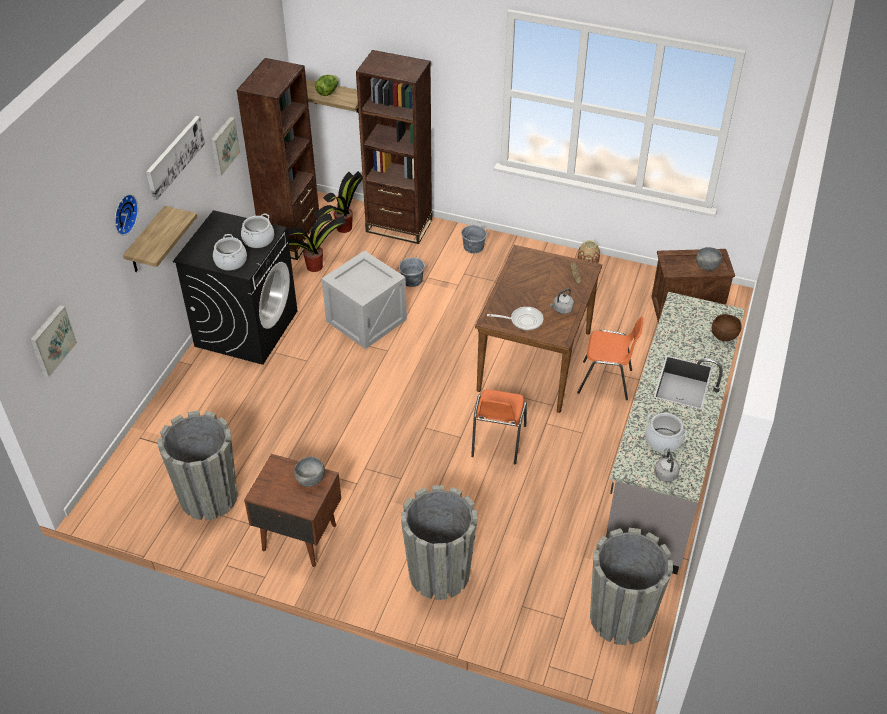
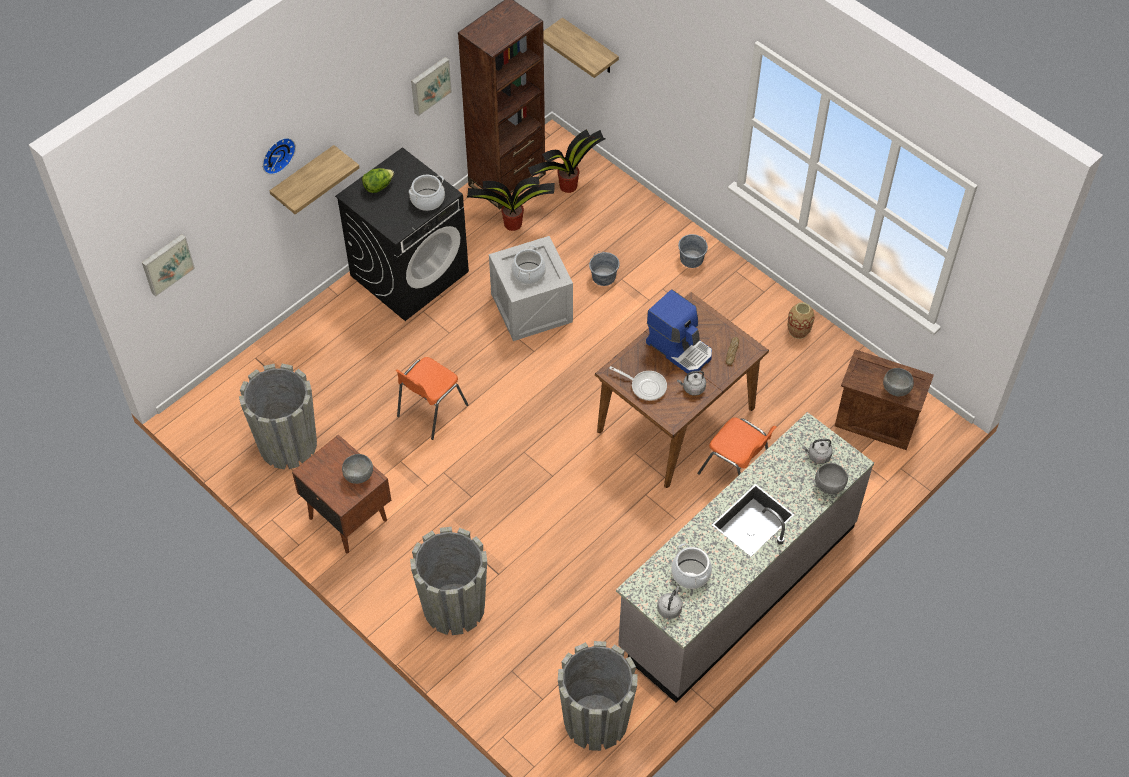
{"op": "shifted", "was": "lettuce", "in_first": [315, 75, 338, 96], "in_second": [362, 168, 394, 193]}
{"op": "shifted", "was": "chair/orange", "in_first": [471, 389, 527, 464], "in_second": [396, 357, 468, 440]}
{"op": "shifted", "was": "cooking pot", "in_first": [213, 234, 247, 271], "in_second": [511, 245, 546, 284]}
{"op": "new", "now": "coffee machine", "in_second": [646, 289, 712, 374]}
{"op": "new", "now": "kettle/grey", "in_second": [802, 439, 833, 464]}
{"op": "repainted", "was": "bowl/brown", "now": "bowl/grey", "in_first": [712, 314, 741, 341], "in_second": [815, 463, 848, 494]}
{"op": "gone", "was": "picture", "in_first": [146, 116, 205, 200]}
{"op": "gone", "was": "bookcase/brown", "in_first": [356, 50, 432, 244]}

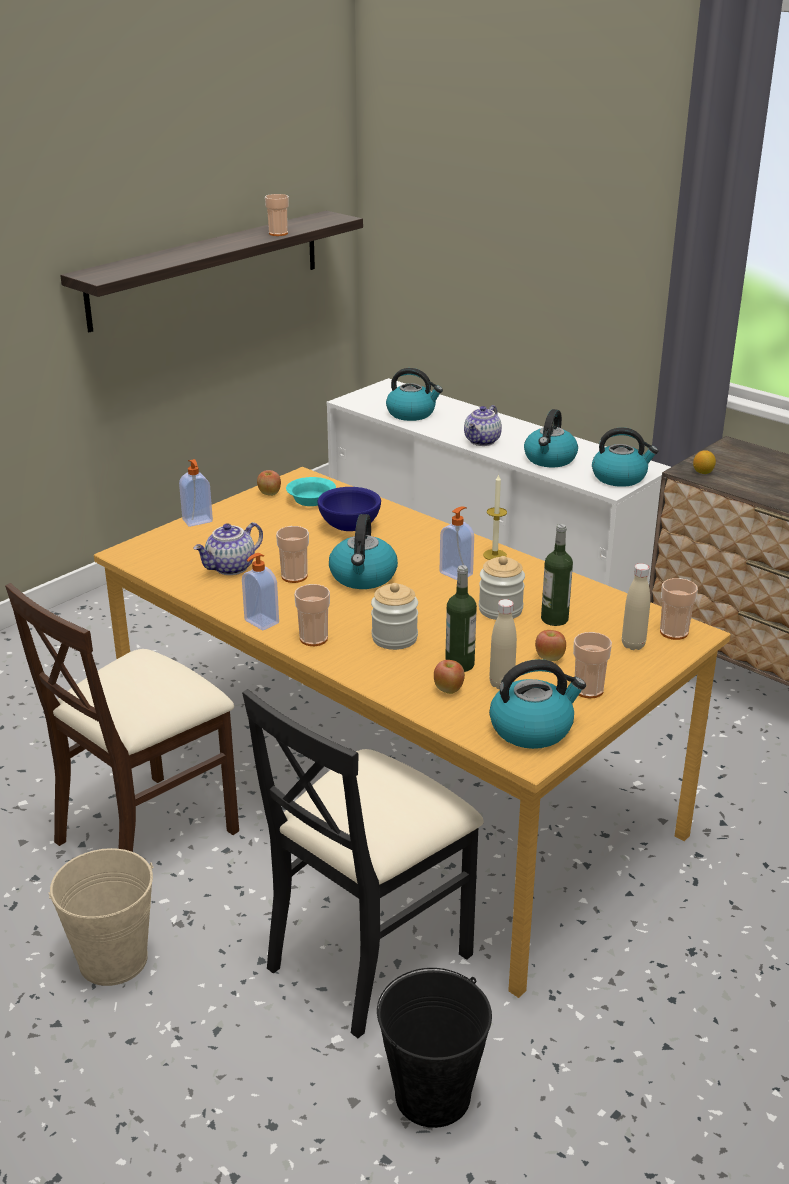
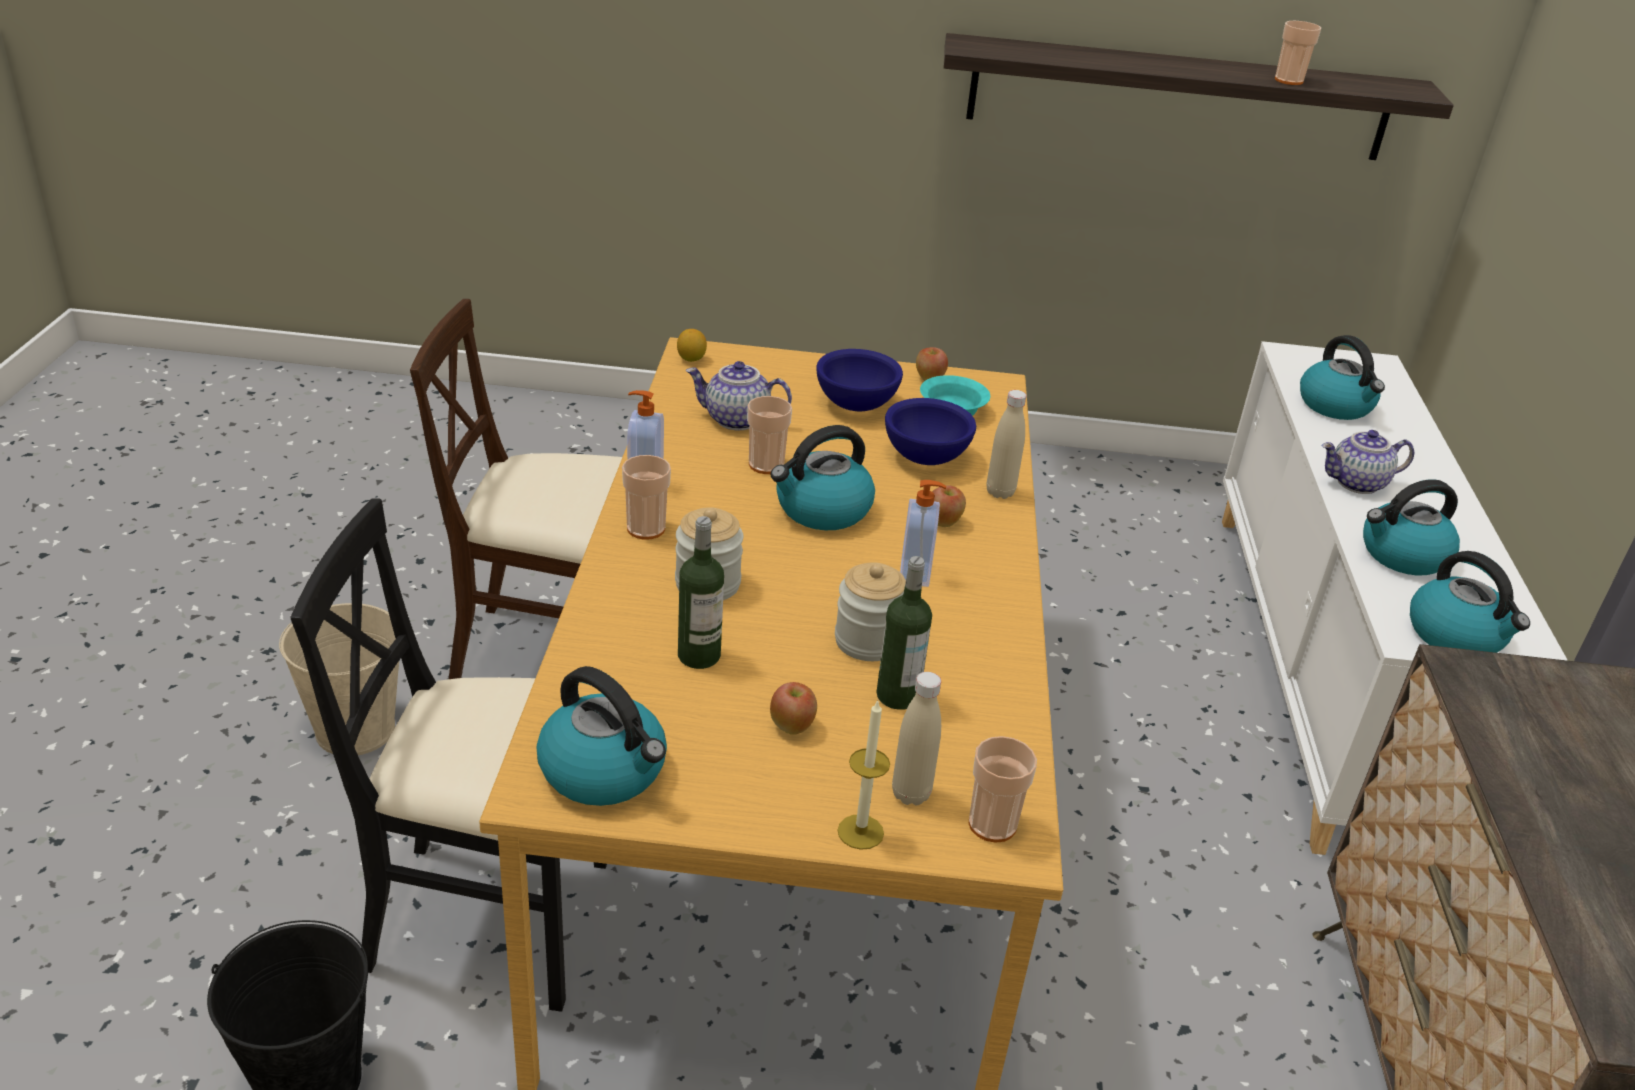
{"op": "shifted", "was": "lemon", "in_first": [693, 450, 716, 474], "in_second": [677, 329, 707, 362]}
{"op": "new", "now": "bowl/blue", "in_second": [816, 349, 903, 411]}
{"op": "shifted", "was": "candle", "in_first": [483, 474, 507, 560], "in_second": [837, 699, 890, 850]}
{"op": "shifted", "was": "apple", "in_first": [434, 660, 465, 694], "in_second": [932, 485, 966, 527]}
{"op": "shifted", "was": "bottle/beige", "in_first": [489, 599, 517, 689], "in_second": [987, 390, 1026, 499]}
{"op": "gone", "was": "soap dispenser", "in_first": [179, 459, 213, 527]}
{"op": "gone", "was": "cup", "in_first": [573, 632, 612, 698]}

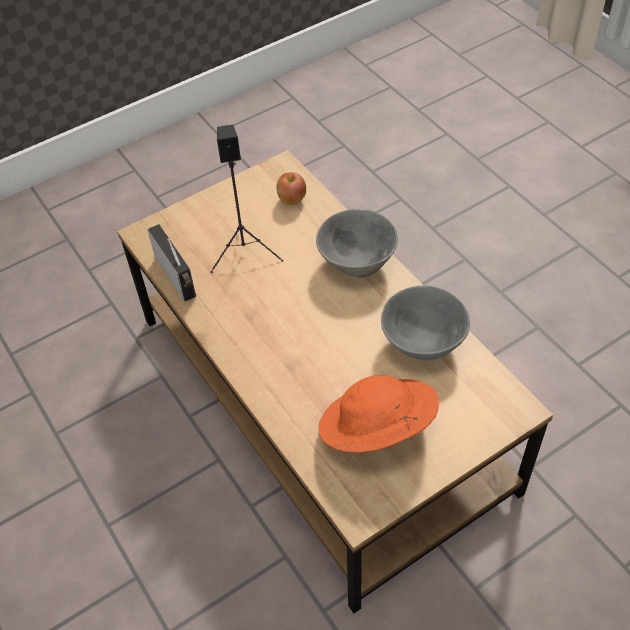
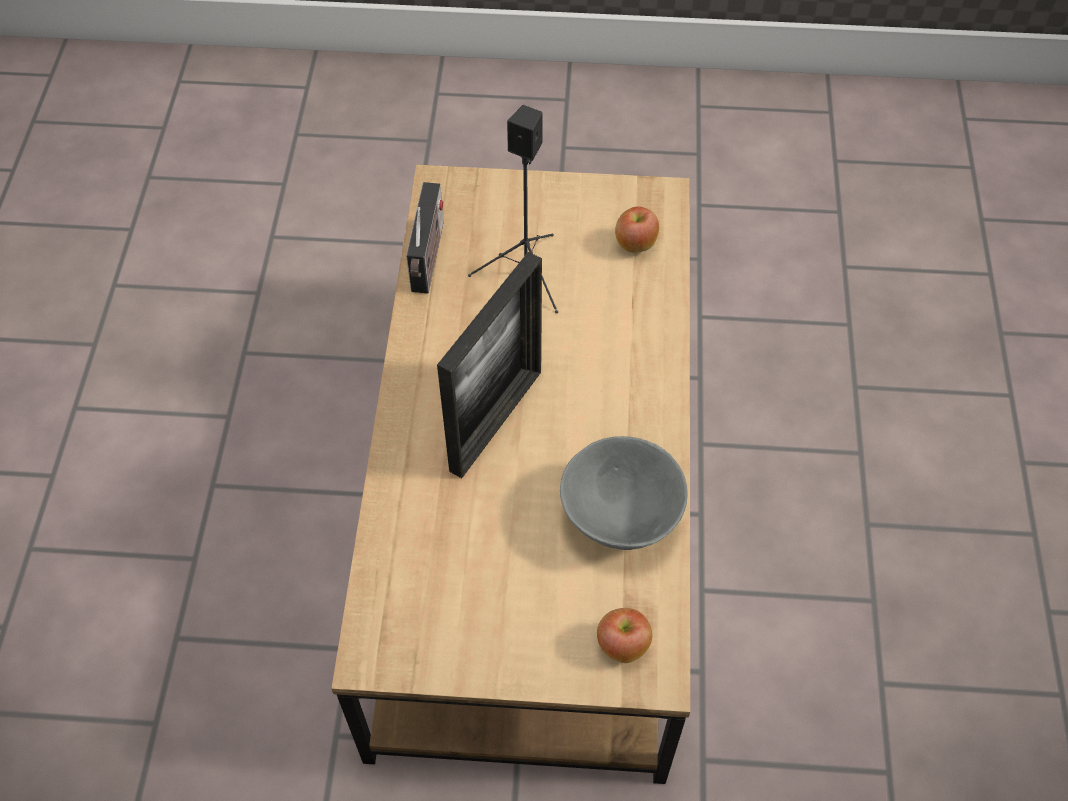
{"op": "new", "now": "picture frame", "in_second": [437, 252, 542, 478]}
{"op": "new", "now": "apple", "in_second": [597, 608, 652, 663]}
{"op": "gone", "was": "bowl/grey", "in_first": [316, 209, 398, 278]}
{"op": "gone", "was": "hat/orange", "in_first": [318, 375, 439, 453]}

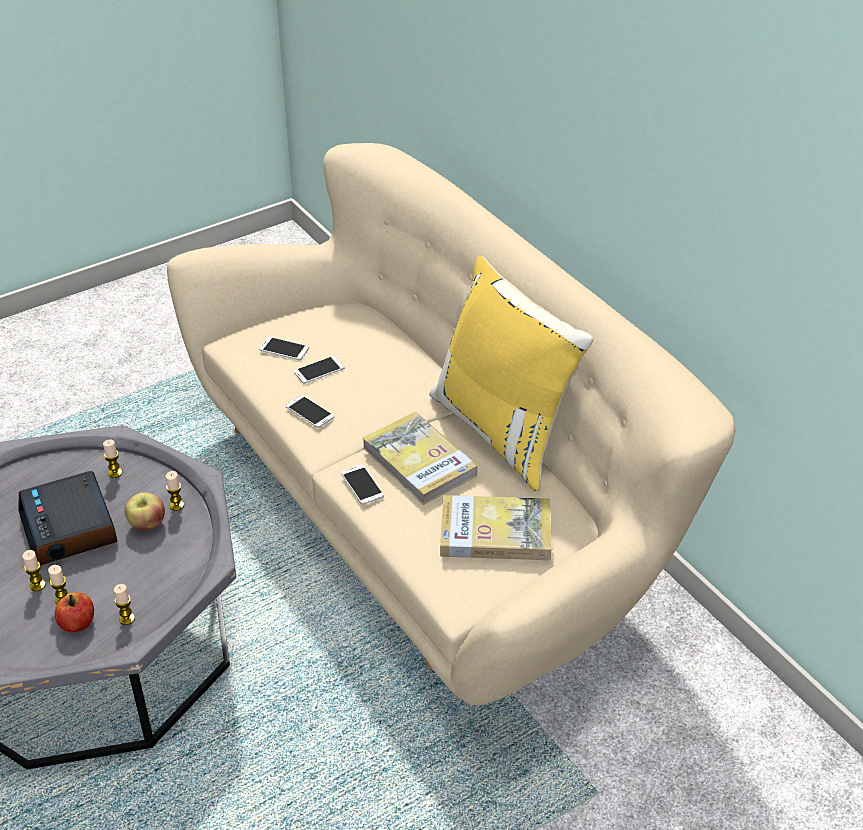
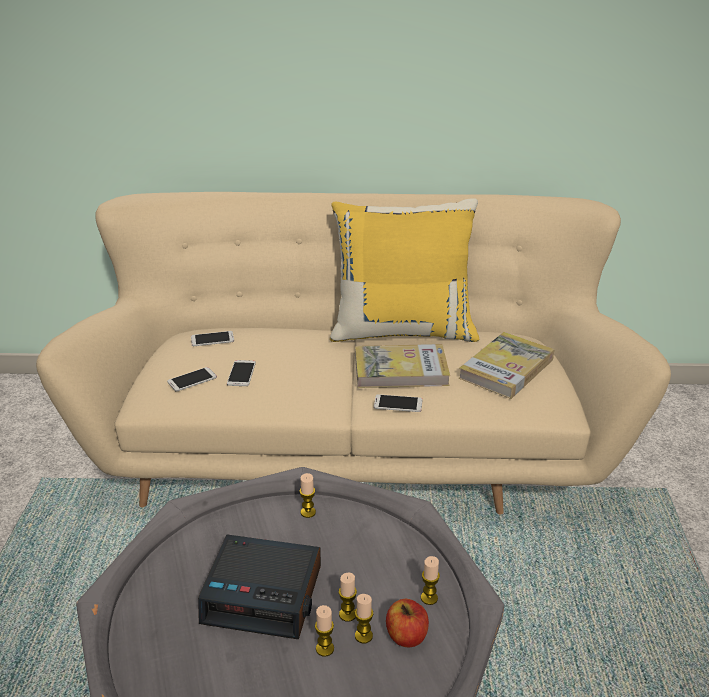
{"op": "shifted", "was": "phone", "in_first": [286, 395, 334, 428], "in_second": [191, 331, 234, 346]}
{"op": "shifted", "was": "candle", "in_first": [103, 440, 122, 478], "in_second": [339, 573, 357, 622]}
{"op": "gone", "was": "apple", "in_first": [124, 492, 165, 530]}

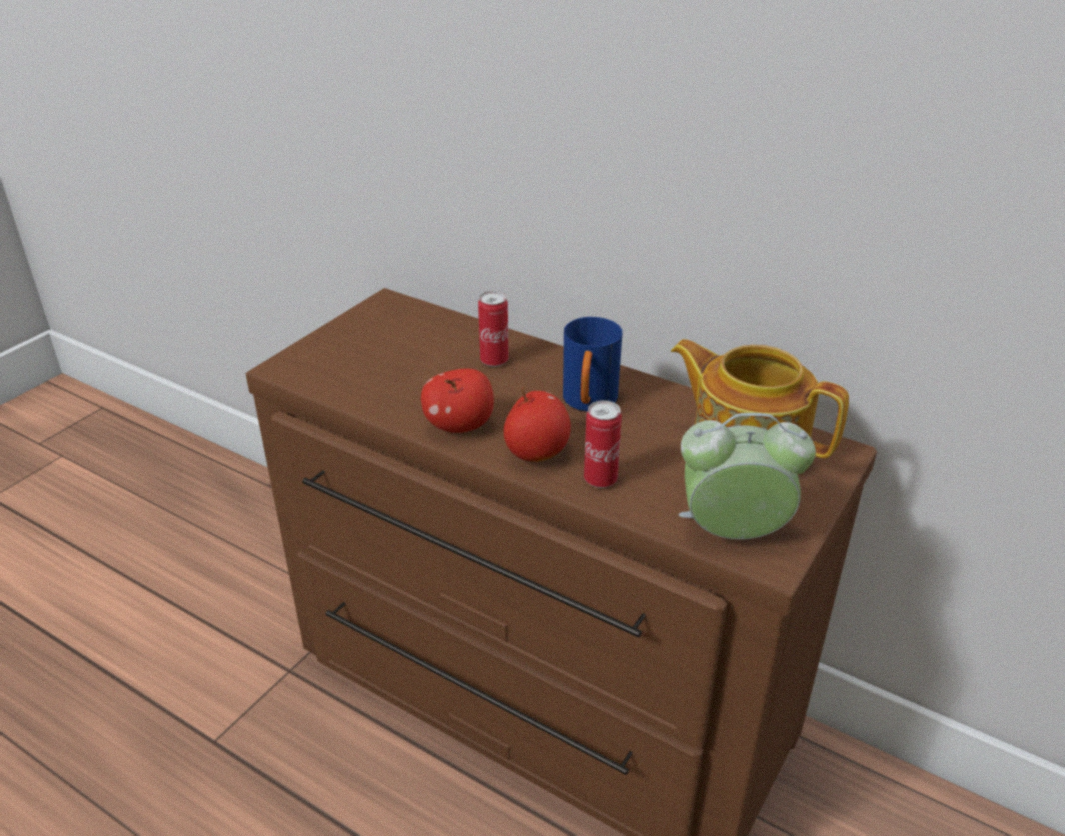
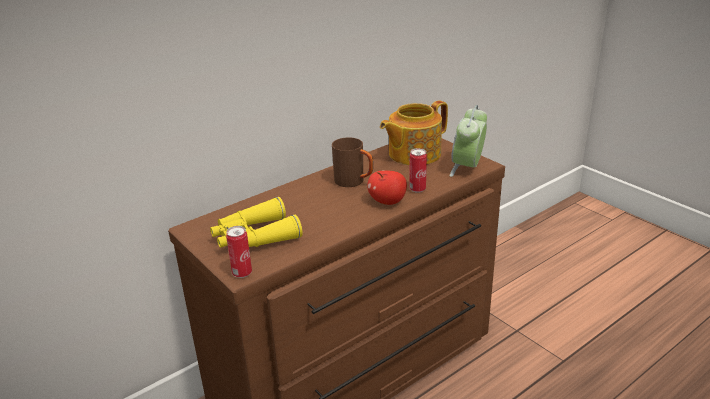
{"op": "new", "now": "binoculars/yellow", "in_second": [210, 197, 303, 248]}
{"op": "shifted", "was": "can", "in_first": [478, 291, 509, 367], "in_second": [226, 226, 252, 278]}
{"op": "repainted", "was": "mug/blue", "now": "mug/brown", "in_first": [563, 317, 623, 412], "in_second": [332, 137, 373, 187]}
{"op": "gone", "was": "apple", "in_first": [421, 368, 494, 433]}

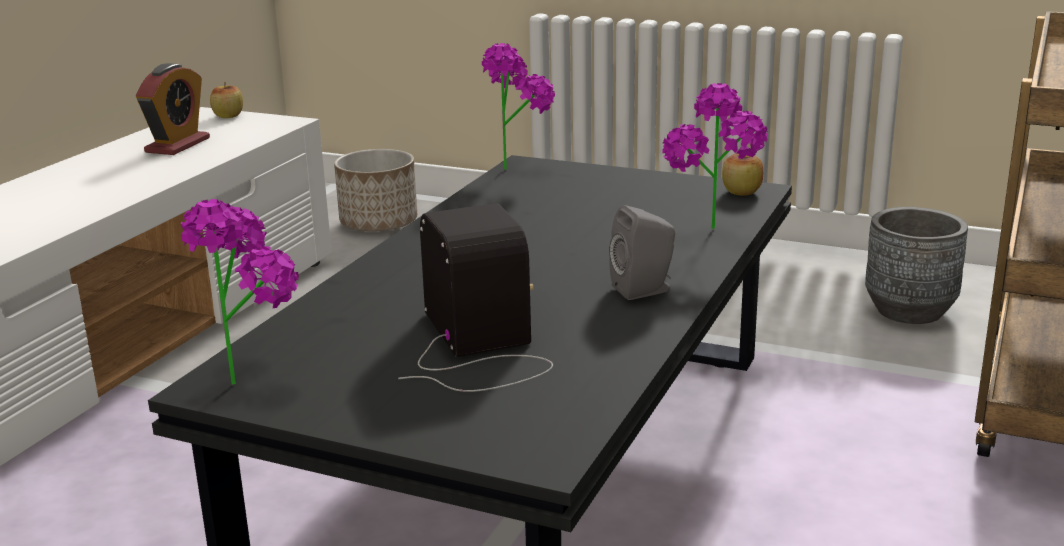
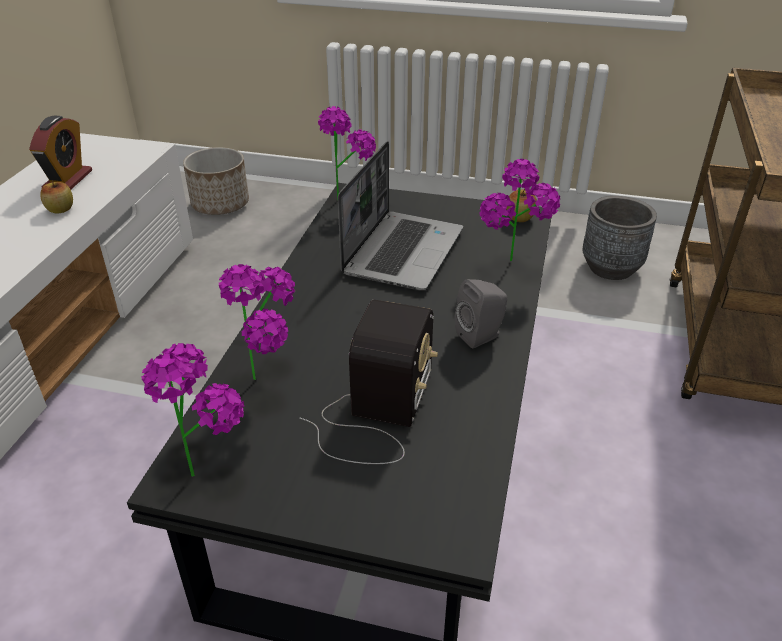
{"op": "shifted", "was": "apple", "in_first": [210, 82, 243, 118], "in_second": [41, 180, 73, 214]}
{"op": "new", "now": "potted plant", "in_second": [218, 264, 296, 380]}
{"op": "rotated", "was": "radio", "in_first": [398, 203, 553, 392], "in_second": [299, 300, 438, 464], "clockwise": 45}
{"op": "new", "now": "laptop", "in_second": [338, 141, 463, 290]}

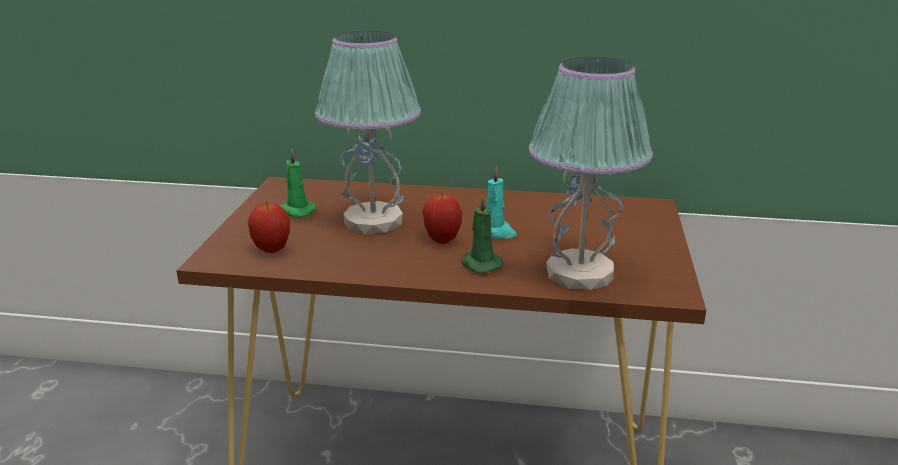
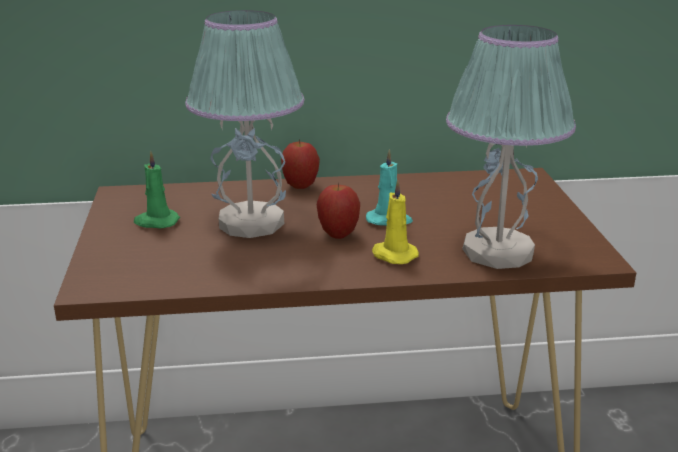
{"op": "shifted", "was": "apple", "in_first": [248, 201, 290, 253], "in_second": [281, 139, 320, 189]}
{"op": "repainted", "was": "candle/green", "now": "candle/yellow", "in_first": [461, 195, 504, 273], "in_second": [372, 180, 419, 264]}

